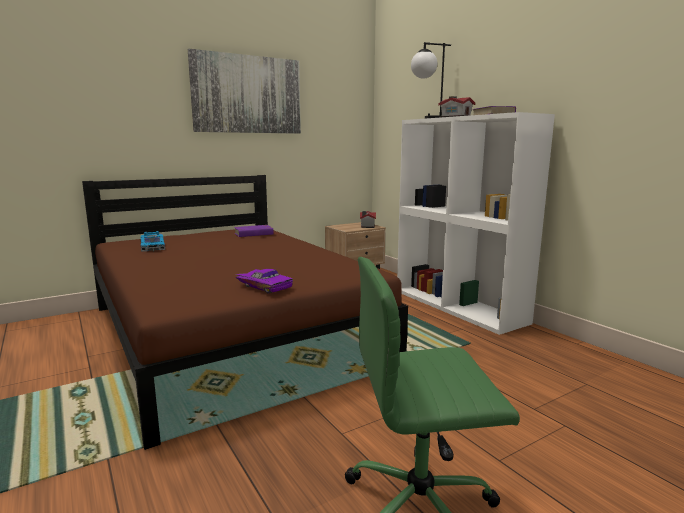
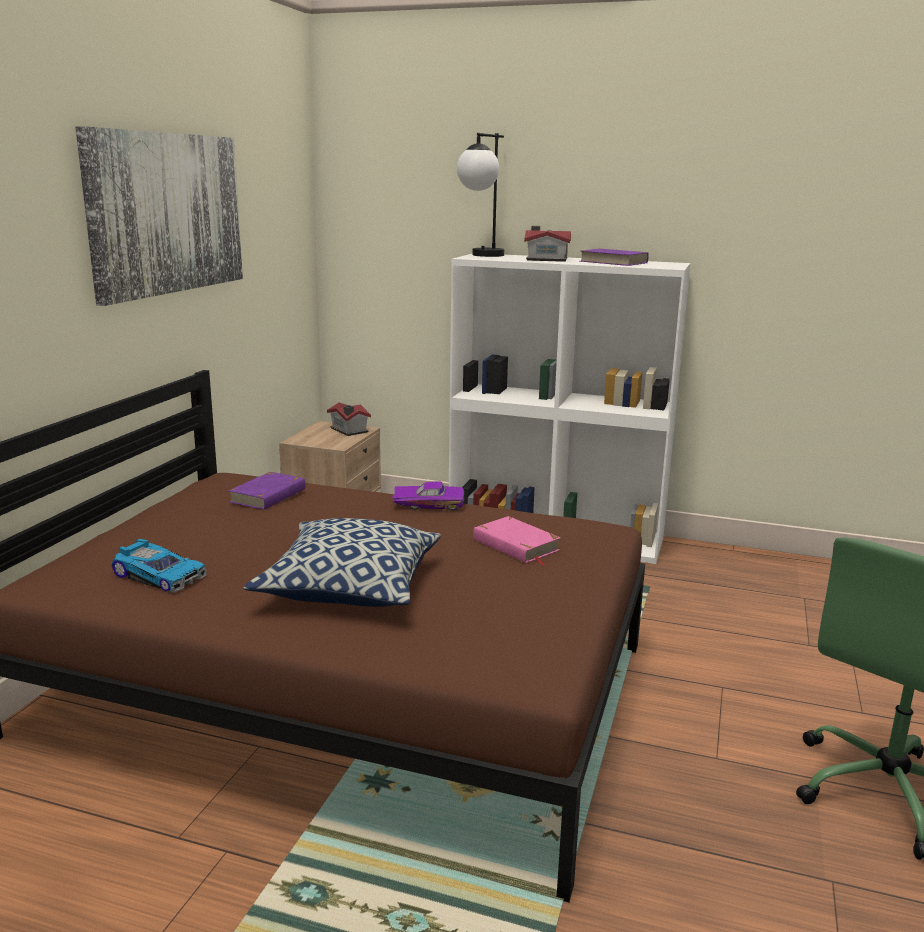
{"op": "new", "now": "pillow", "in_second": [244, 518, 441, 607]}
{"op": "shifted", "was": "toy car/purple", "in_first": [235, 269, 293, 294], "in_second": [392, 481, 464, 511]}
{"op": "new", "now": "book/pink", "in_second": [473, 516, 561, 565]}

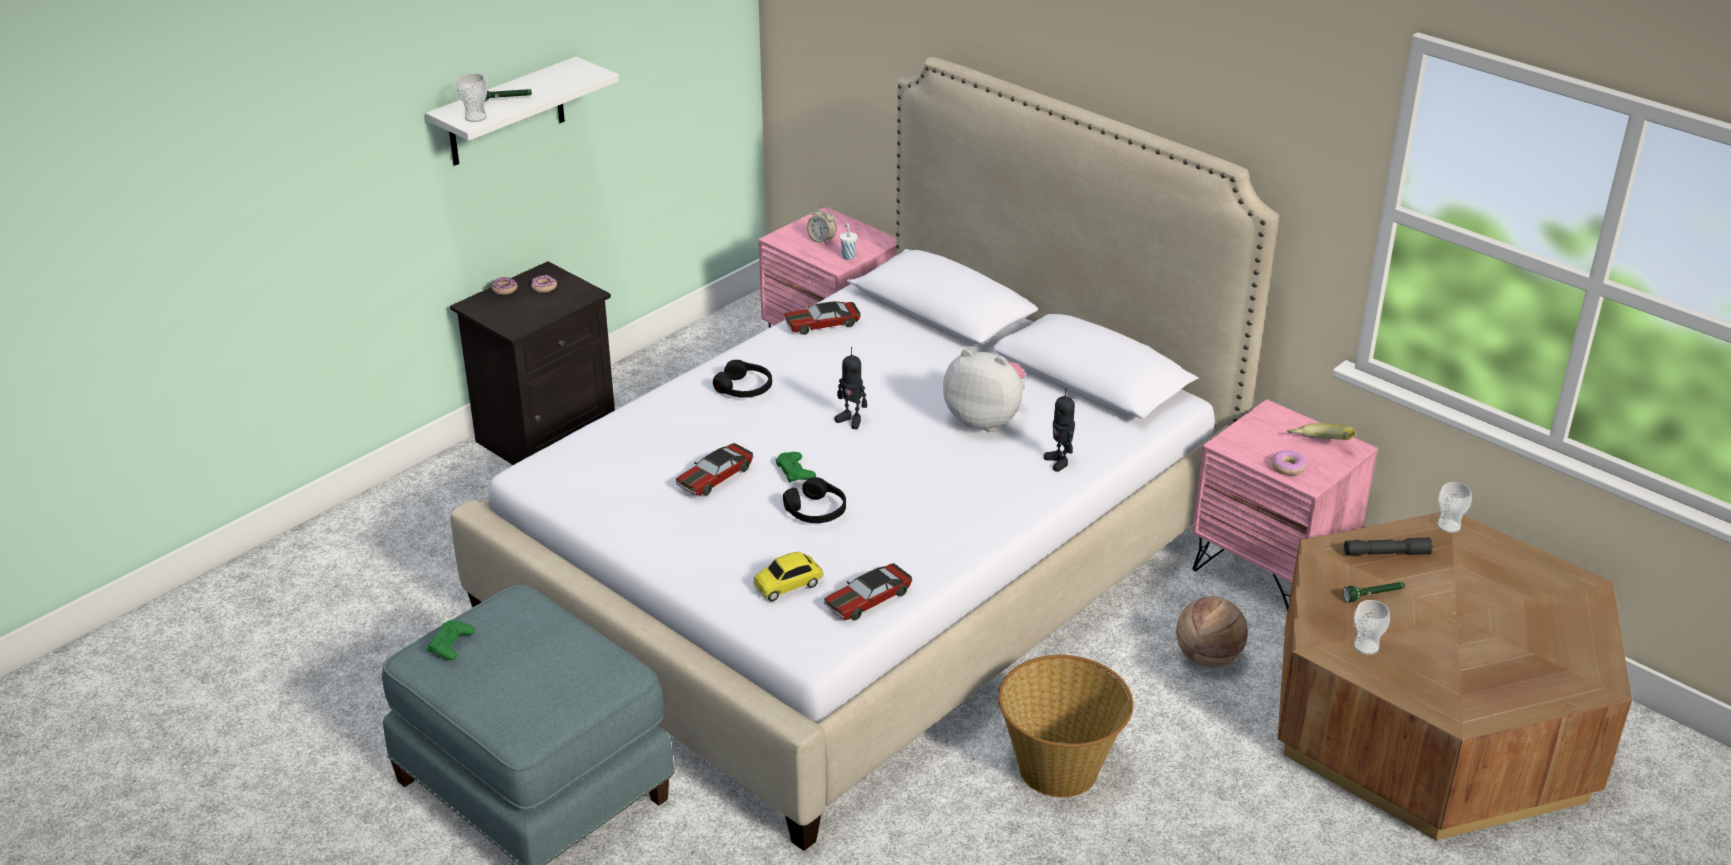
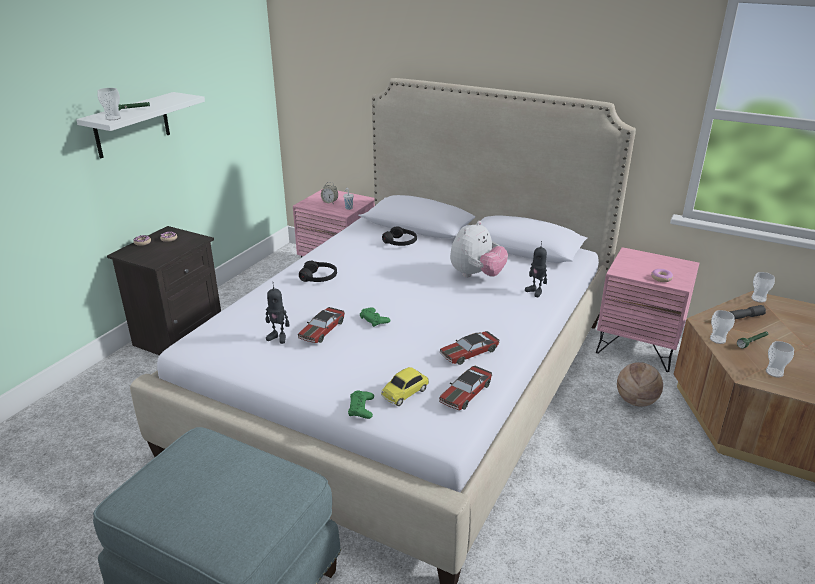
{"op": "shifted", "was": "toy robot", "in_first": [834, 347, 867, 429], "in_second": [265, 282, 290, 344]}
{"op": "shifted", "was": "game controller/green", "in_first": [426, 620, 474, 660], "in_second": [348, 390, 374, 419]}
{"op": "shifted", "was": "headphones/black", "in_first": [783, 477, 846, 523], "in_second": [382, 226, 417, 246]}
{"op": "shifted", "was": "toy car", "in_first": [784, 301, 861, 335], "in_second": [440, 331, 500, 365]}
{"op": "rotated", "was": "plush toy", "in_first": [943, 349, 1026, 432], "in_second": [450, 221, 508, 278], "clockwise": 120}
{"op": "new", "now": "cup", "in_second": [710, 310, 735, 344]}
{"op": "gone", "was": "basket", "in_first": [998, 655, 1133, 798]}
{"op": "gone", "was": "banana", "in_first": [1287, 423, 1355, 440]}

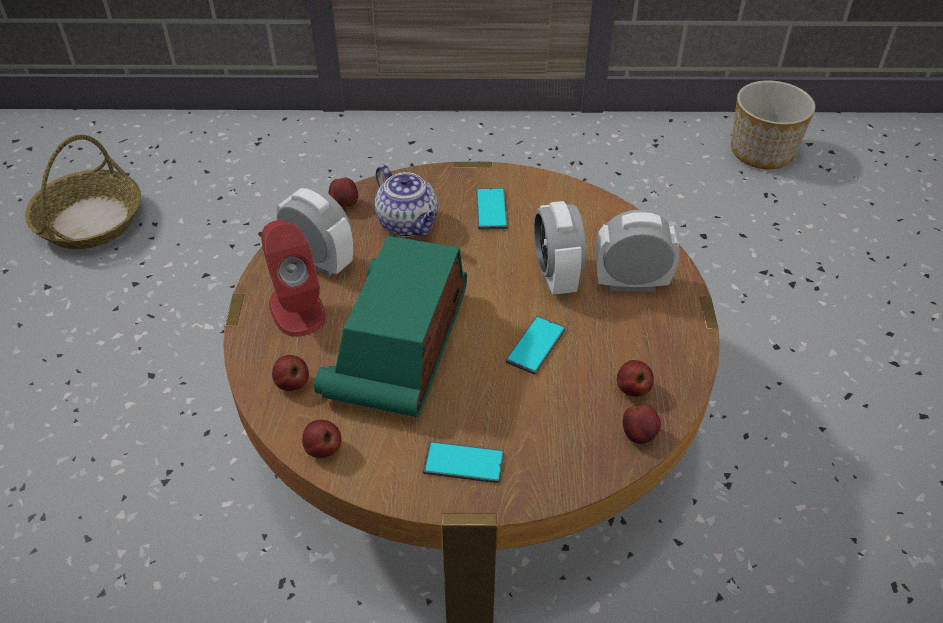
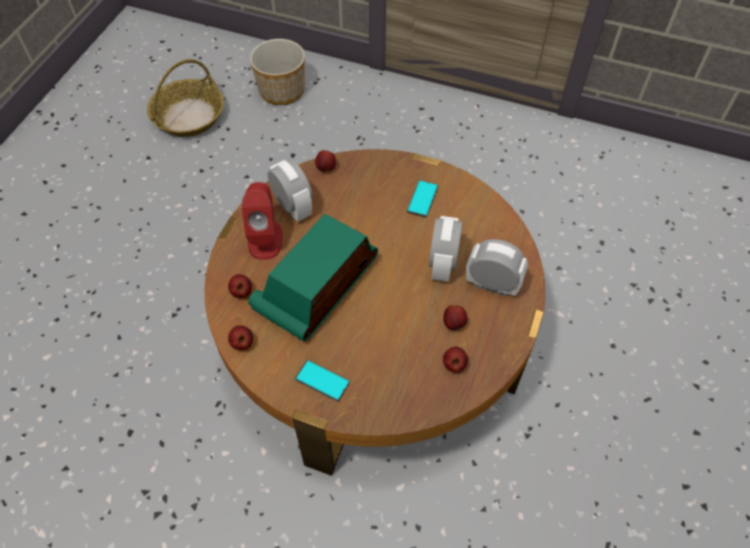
{"op": "shifted", "was": "planter", "in_first": [731, 80, 815, 169], "in_second": [250, 39, 305, 105]}
{"op": "shifted", "was": "apple", "in_first": [623, 404, 661, 444], "in_second": [443, 305, 468, 330]}
{"op": "gone", "was": "teapot", "in_first": [375, 165, 438, 237]}
{"op": "gone", "was": "phone", "in_first": [506, 316, 565, 375]}

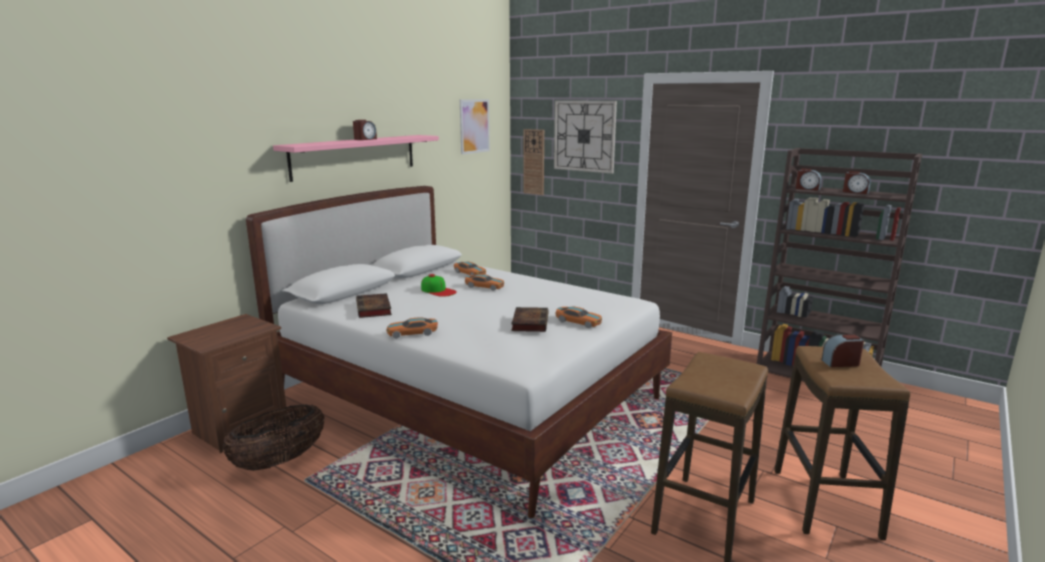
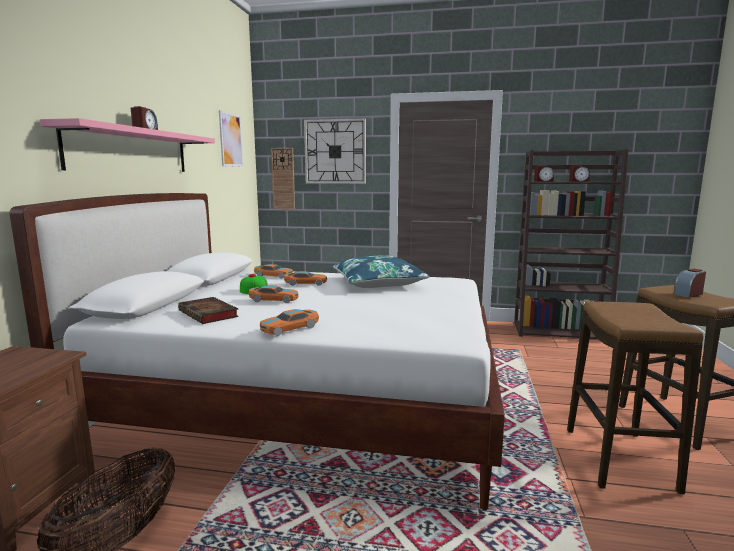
{"op": "shifted", "was": "toy car", "in_first": [555, 307, 602, 328], "in_second": [249, 285, 299, 303]}
{"op": "new", "now": "pillow/blue", "in_second": [333, 255, 430, 288]}
{"op": "gone", "was": "book", "in_first": [511, 307, 549, 332]}

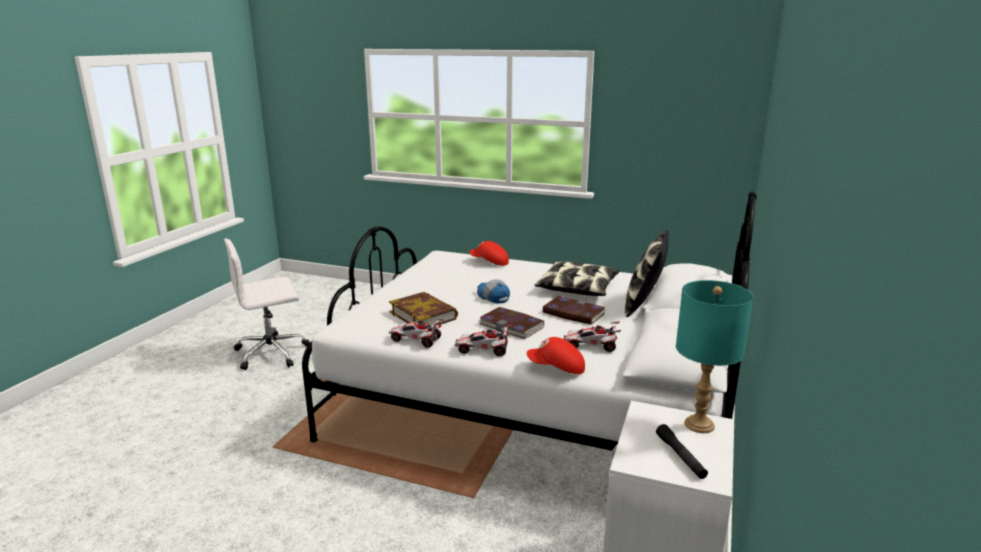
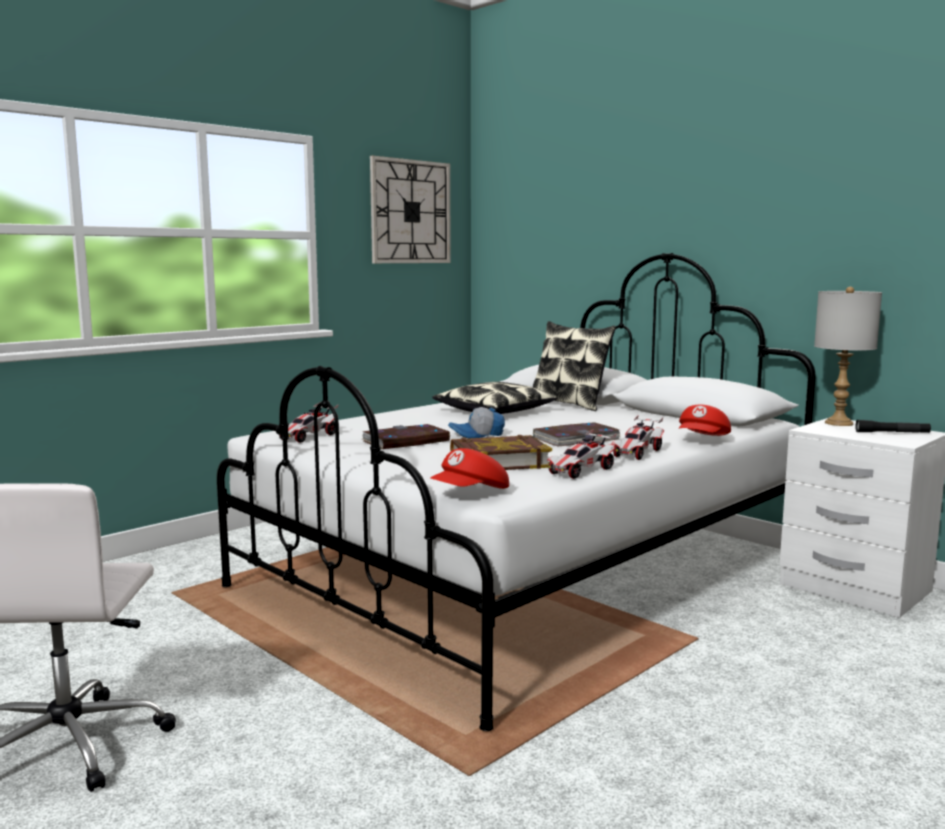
{"op": "shifted", "was": "toy car", "in_first": [564, 321, 621, 352], "in_second": [278, 402, 338, 443]}
{"op": "shifted", "was": "book", "in_first": [542, 296, 606, 325], "in_second": [362, 424, 450, 449]}
{"op": "new", "now": "wall clock", "in_second": [370, 156, 451, 263]}
{"op": "shifted", "was": "cap/red", "in_first": [470, 241, 509, 266], "in_second": [430, 448, 509, 489]}
{"op": "repainted", "was": "table lamp/turquoise", "now": "table lamp/grey", "in_first": [676, 280, 753, 433], "in_second": [814, 287, 882, 426]}

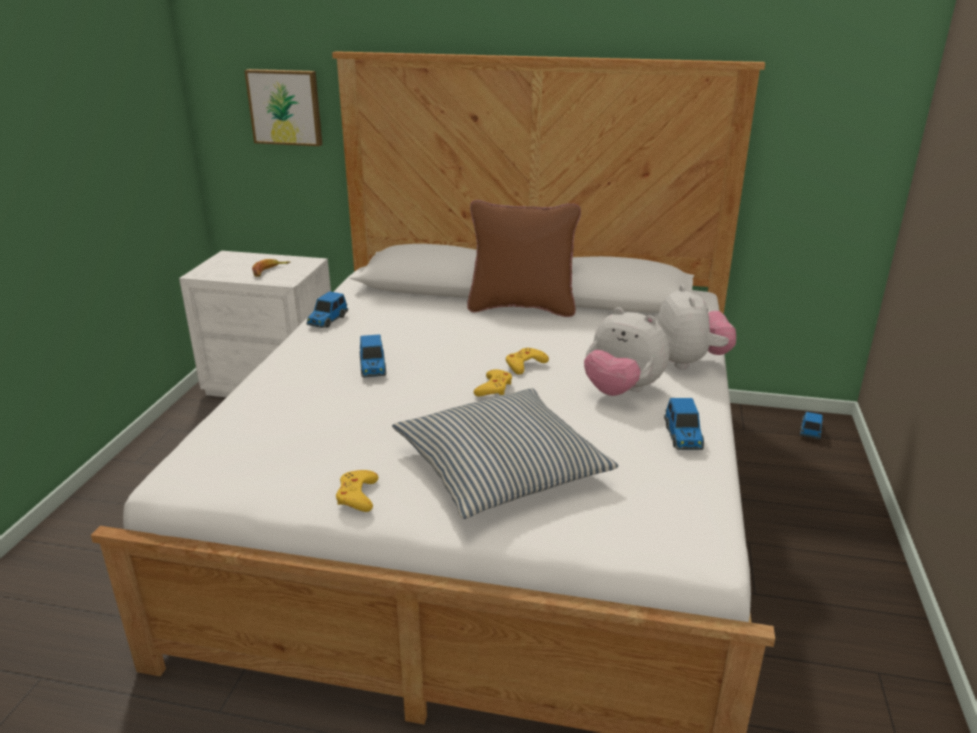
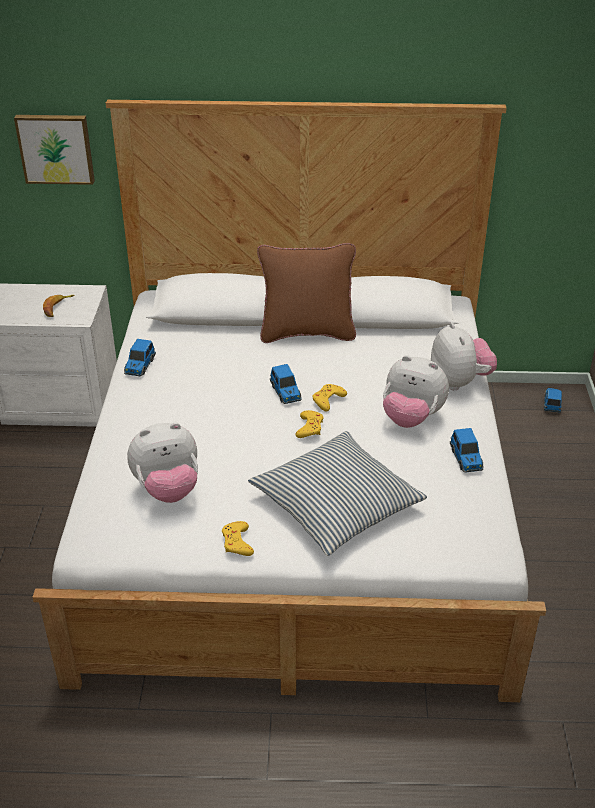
{"op": "new", "now": "plush toy", "in_second": [127, 422, 198, 503]}
{"op": "shifted", "was": "toy car", "in_first": [359, 334, 386, 378], "in_second": [270, 364, 301, 404]}

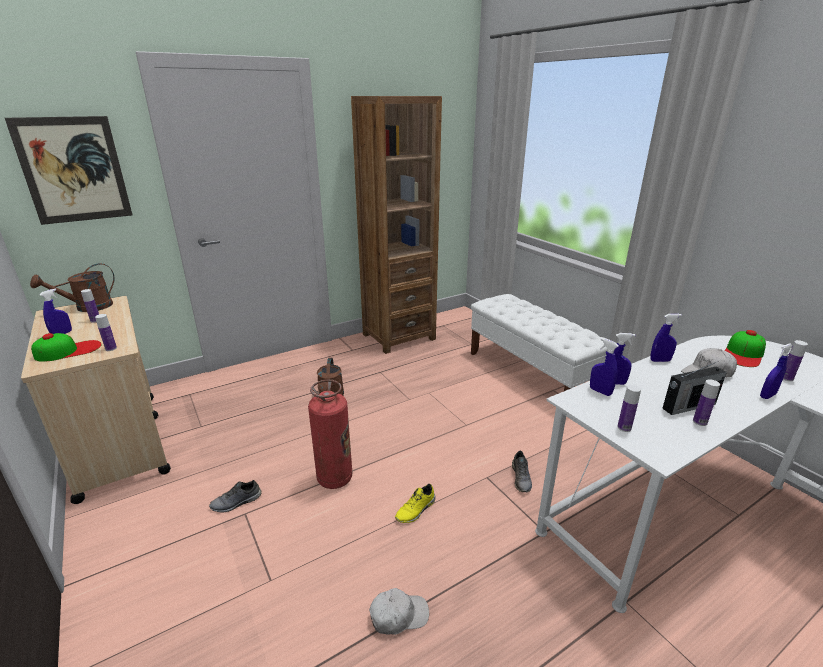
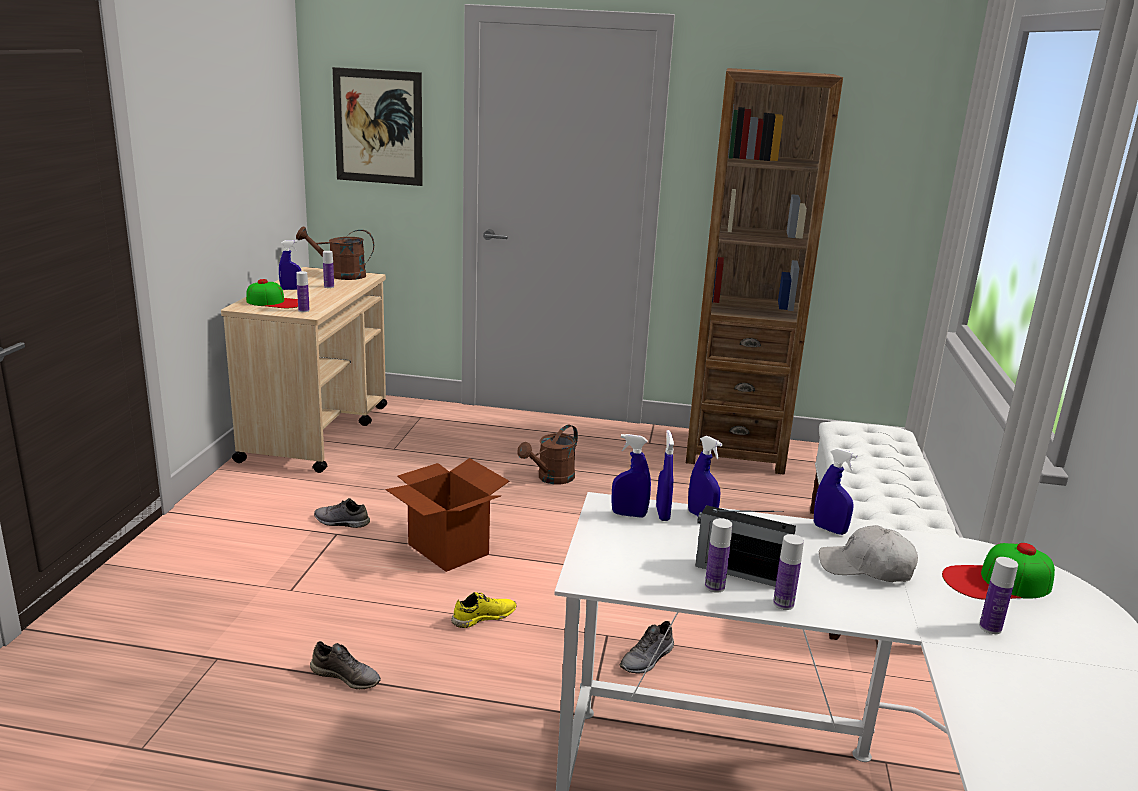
{"op": "swapped", "was": "cap/white", "now": "shoe/grey", "in_first": [369, 588, 429, 635], "in_second": [310, 641, 381, 689]}
{"op": "swapped", "was": "fire extinguisher", "now": "cardboard box", "in_first": [308, 379, 352, 489], "in_second": [385, 458, 510, 572]}
{"op": "rotated", "was": "shoe/yellow", "in_first": [395, 484, 436, 523], "in_second": [451, 592, 516, 628], "clockwise": 150}
{"op": "shifted", "was": "spray bottle/blue", "in_first": [760, 343, 793, 399], "in_second": [611, 434, 651, 518]}
{"op": "shifted", "was": "bottle", "in_first": [617, 385, 641, 432], "in_second": [773, 534, 804, 610]}

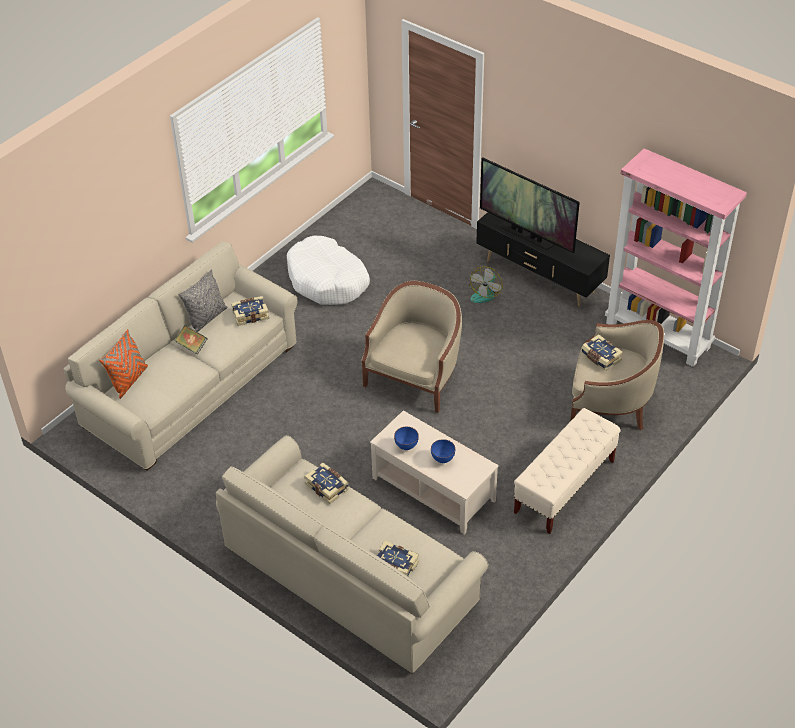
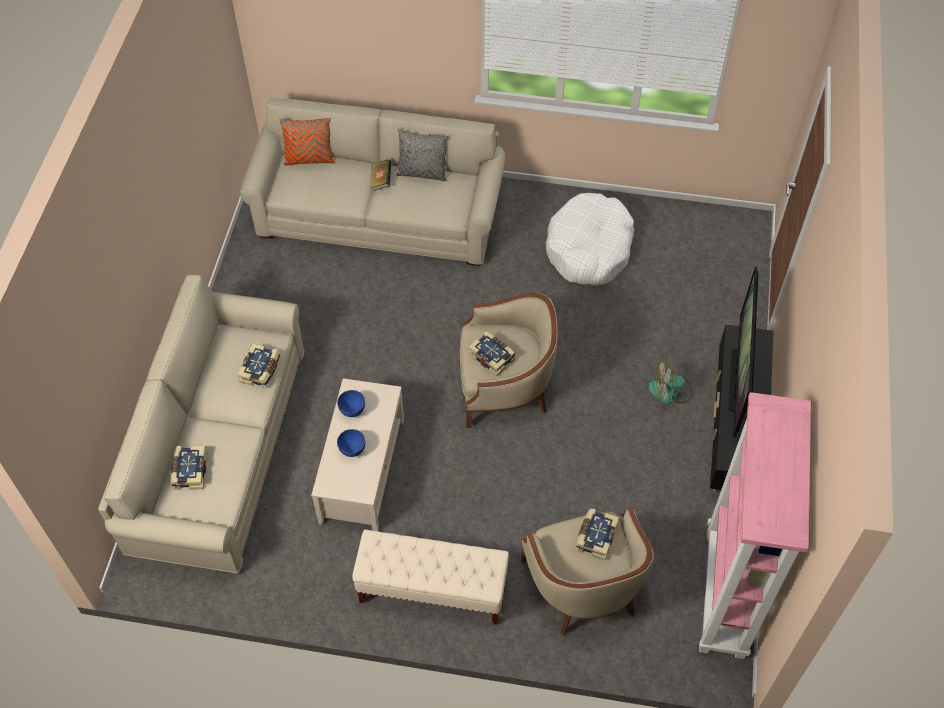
{"op": "shifted", "was": "book", "in_first": [231, 296, 269, 326], "in_second": [468, 331, 516, 376]}

